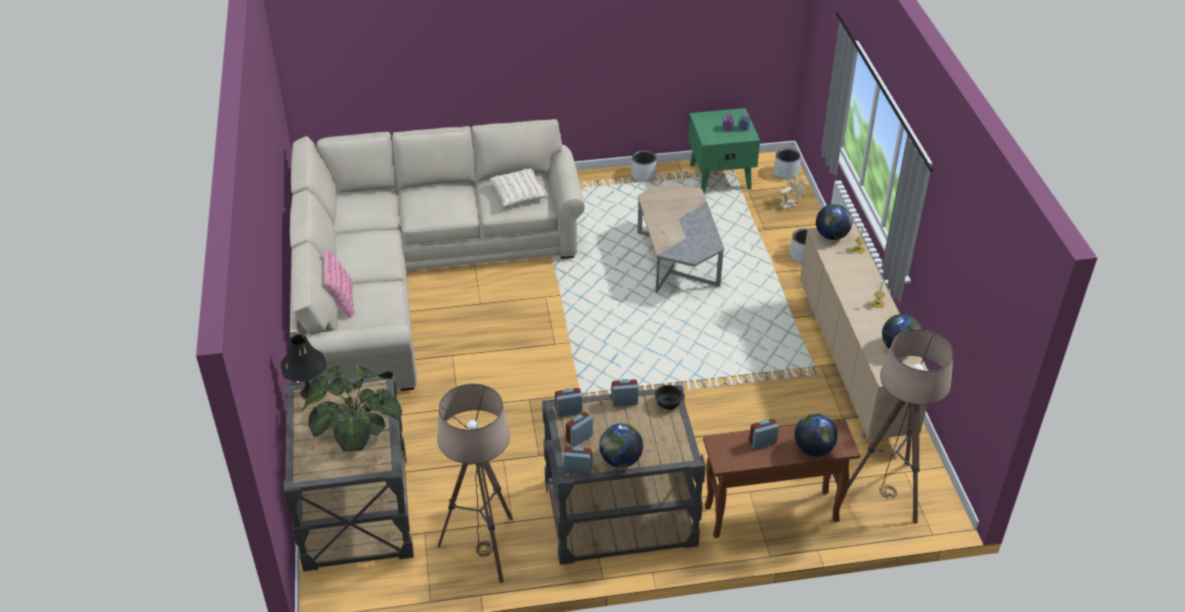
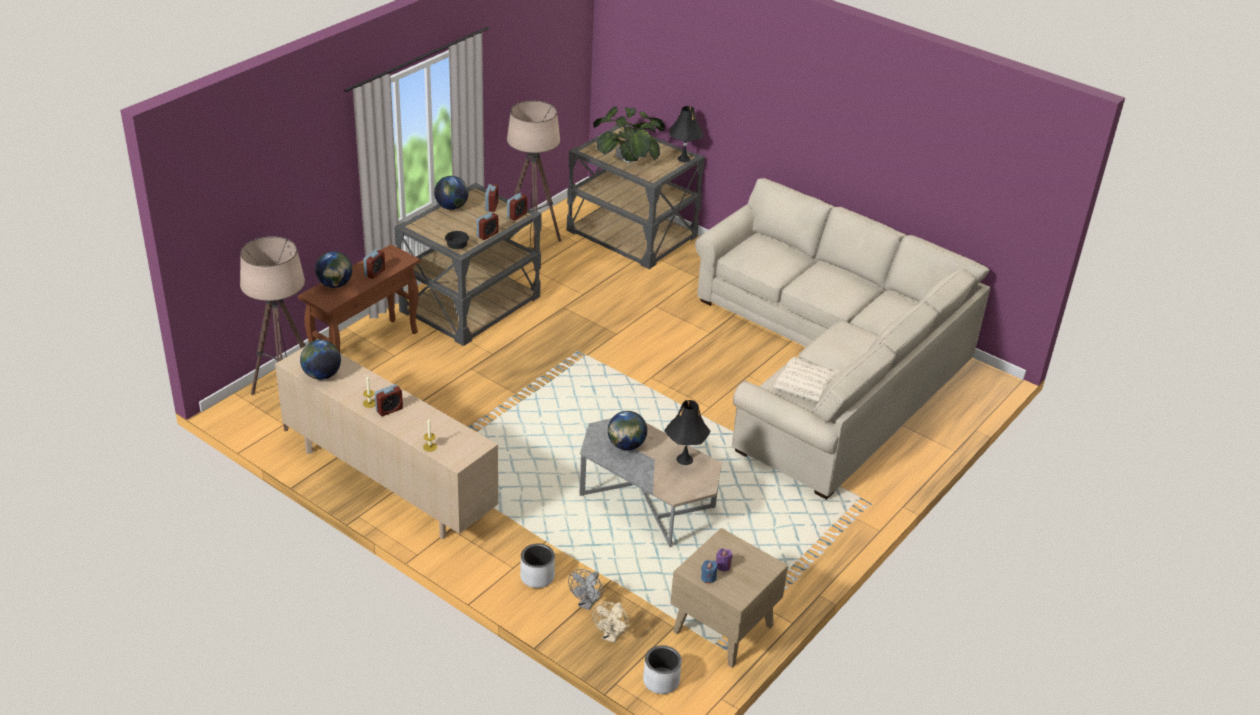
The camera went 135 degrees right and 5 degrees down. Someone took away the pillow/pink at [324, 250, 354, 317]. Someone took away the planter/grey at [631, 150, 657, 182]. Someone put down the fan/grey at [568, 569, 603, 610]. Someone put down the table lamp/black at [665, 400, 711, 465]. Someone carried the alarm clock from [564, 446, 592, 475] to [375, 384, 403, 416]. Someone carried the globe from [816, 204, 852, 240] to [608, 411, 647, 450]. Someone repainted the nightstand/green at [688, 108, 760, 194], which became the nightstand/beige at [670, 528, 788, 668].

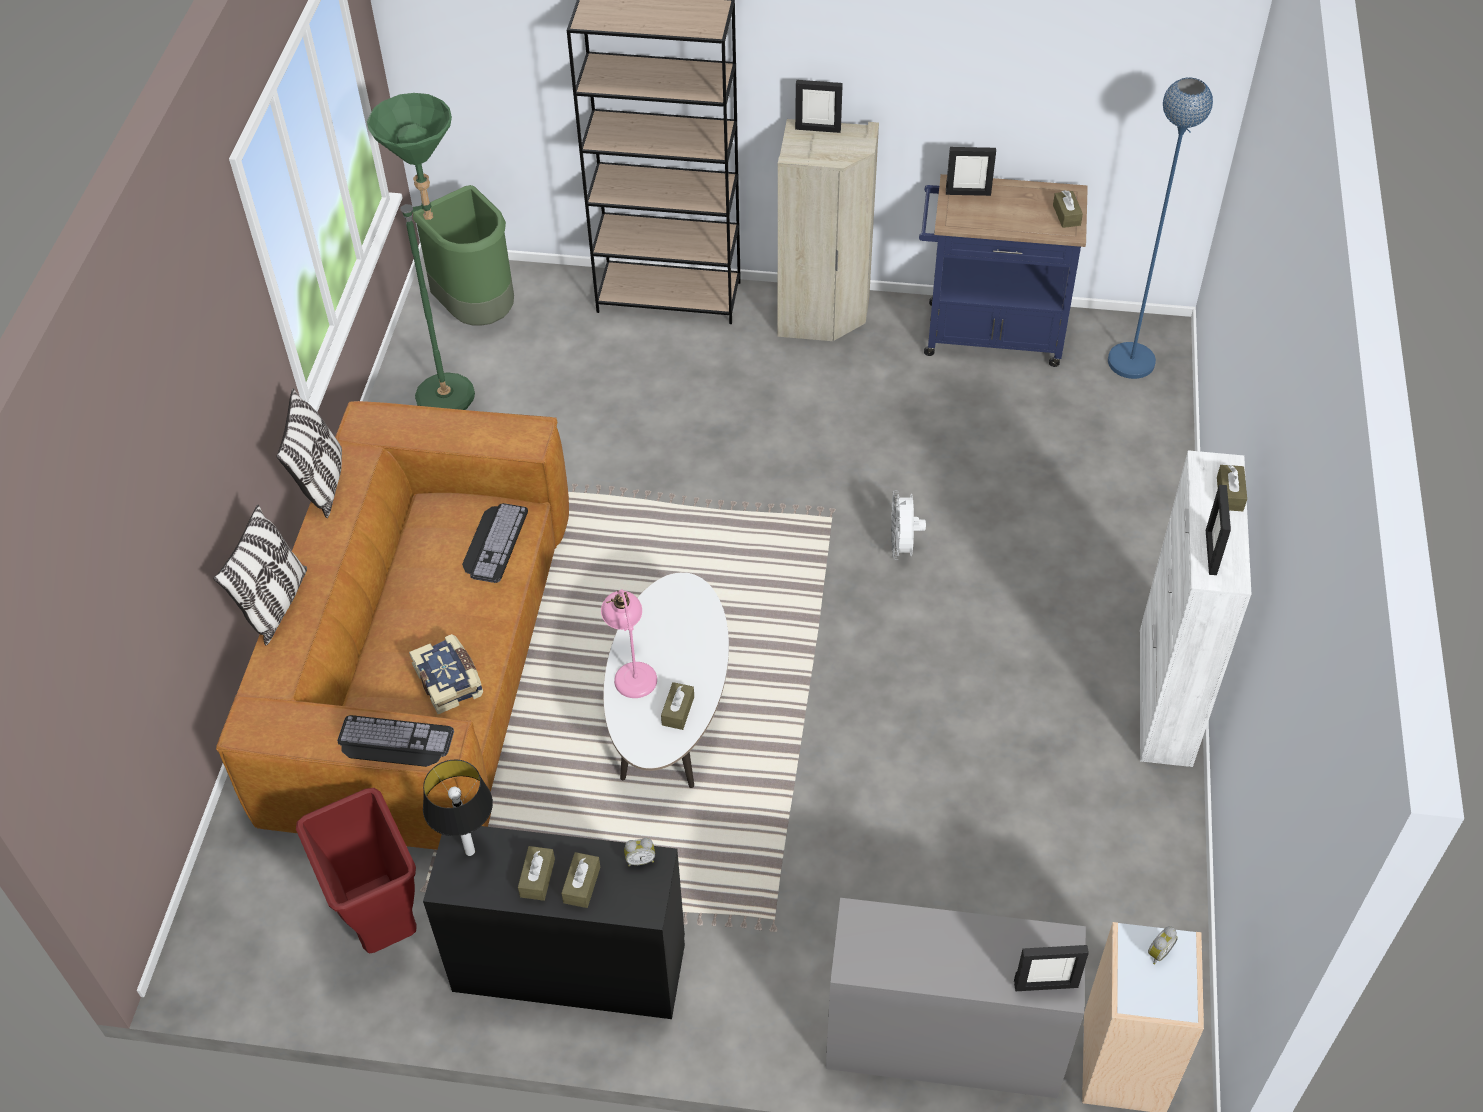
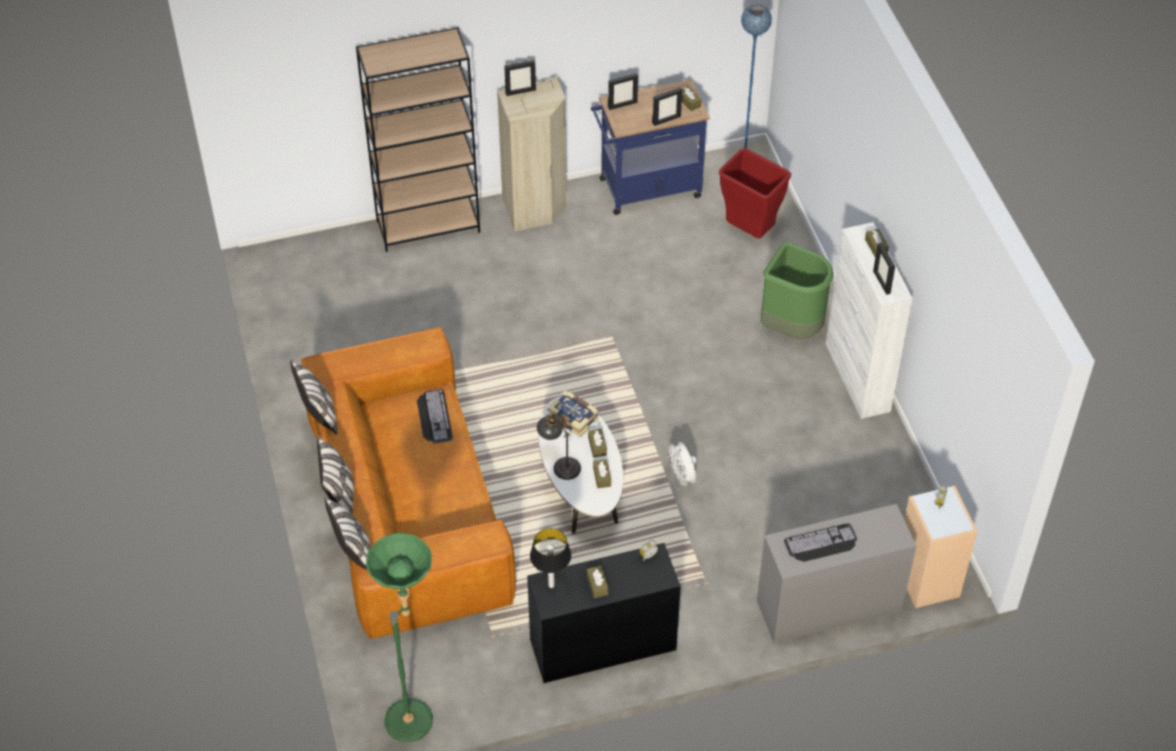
The camera went 25 degrees left and 0 degrees up. Someone put down the pillow at [324, 496, 371, 570]. Someone carried the trash can/red from [296, 788, 416, 953] to [719, 148, 791, 239]. Someone carried the keyboard from [337, 715, 454, 767] to [784, 523, 857, 562]. Someone carried the floor lamp/green from [367, 93, 475, 410] to [366, 532, 433, 742]. Someone carried the book from [409, 634, 483, 714] to [547, 390, 599, 437]. Someone carried the trash can/green from [413, 185, 514, 326] to [761, 242, 834, 339]. Someone carried the tissue box/brown from [561, 852, 600, 908] to [588, 429, 607, 457]. Someone carried the fan/white from [891, 490, 926, 560] to [665, 442, 697, 489]. Someone carried the picture frame from [1014, 945, 1089, 991] to [652, 87, 682, 126]. Someone repainted the table lamp/pink at [601, 589, 657, 698], which became the table lamp/grey at [537, 414, 581, 480].

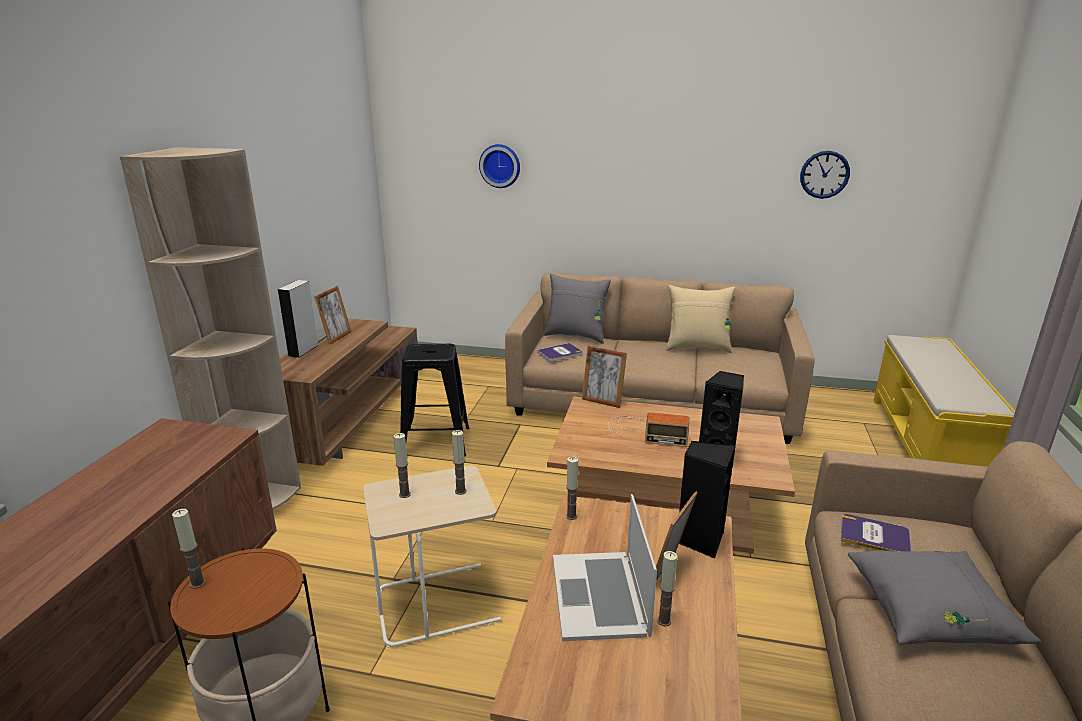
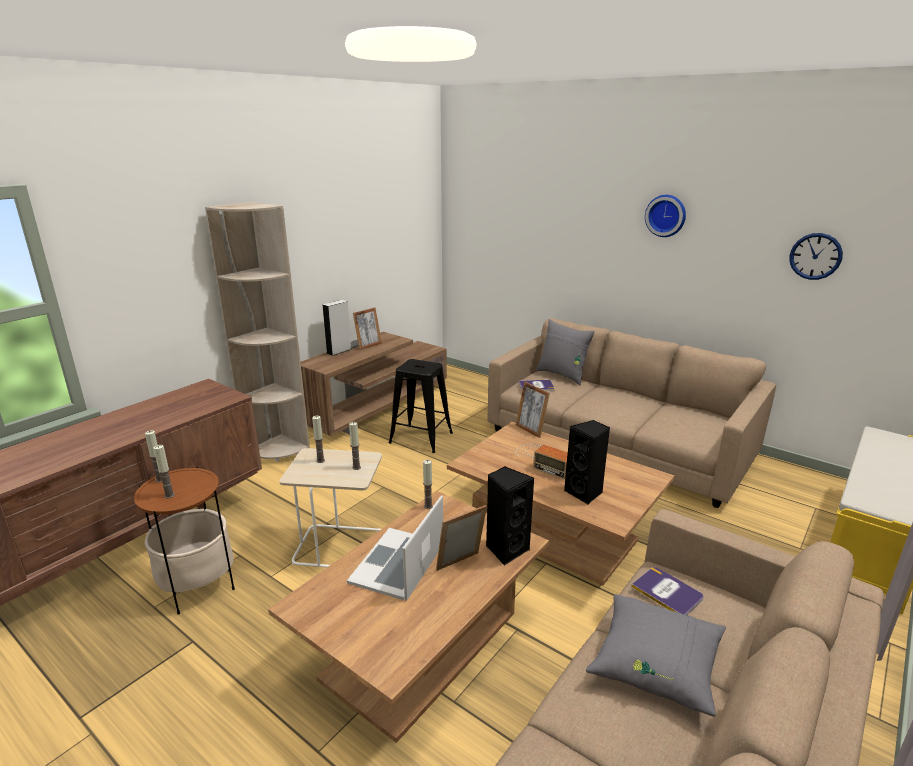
The camera went 25 degrees right and 0 degrees up. Someone took away the pillow/beige at [666, 285, 735, 353]. Someone carried the wall clock from [479, 144, 520, 188] to [645, 195, 686, 237]. Someone carried the candle from [657, 551, 677, 627] to [154, 445, 175, 498].

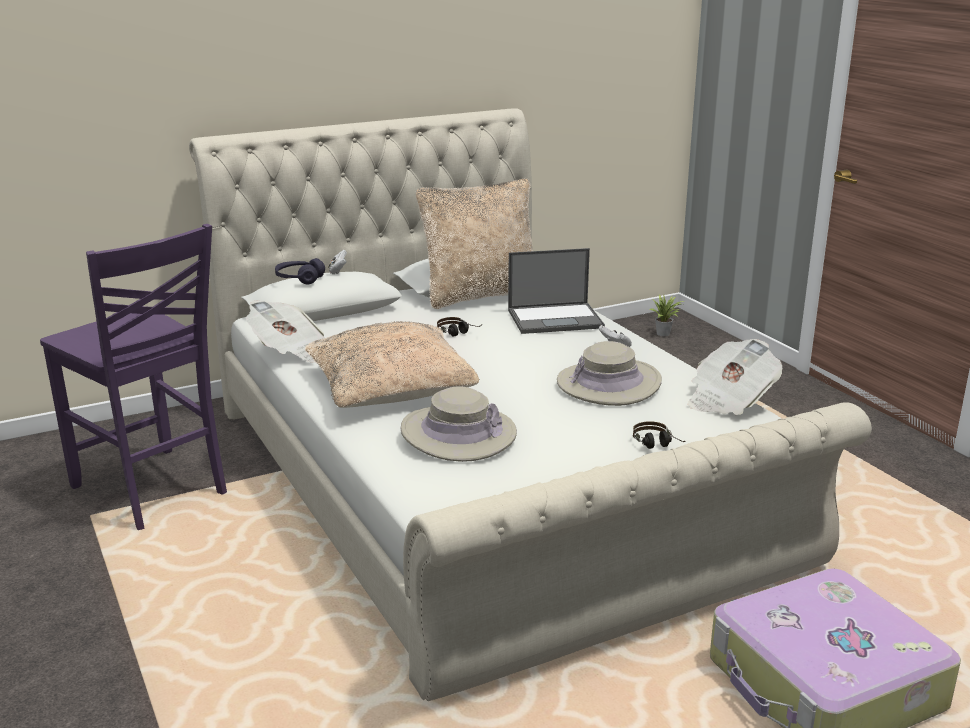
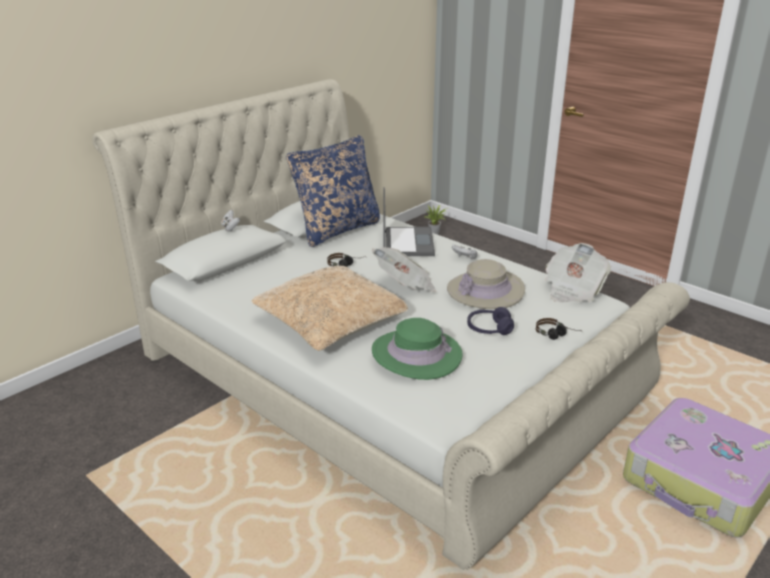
The camera went 20 degrees left and 5 degrees up. Someone took away the chair/purple at [40, 224, 227, 530]. Someone carried the newspaper from [246, 300, 324, 363] to [372, 247, 436, 292]. Someone carried the headphones/purple from [275, 258, 325, 284] to [467, 307, 514, 335]. Someone repainted the hat/beige at [401, 386, 517, 462], which became the hat/green at [372, 318, 463, 380]. Someone repainted the pillow/beige at [415, 178, 533, 309], which became the pillow/blue at [286, 135, 380, 247]. Someone rotated the laptop at [508, 248, 605, 334] by 60 degrees counterclockwise.

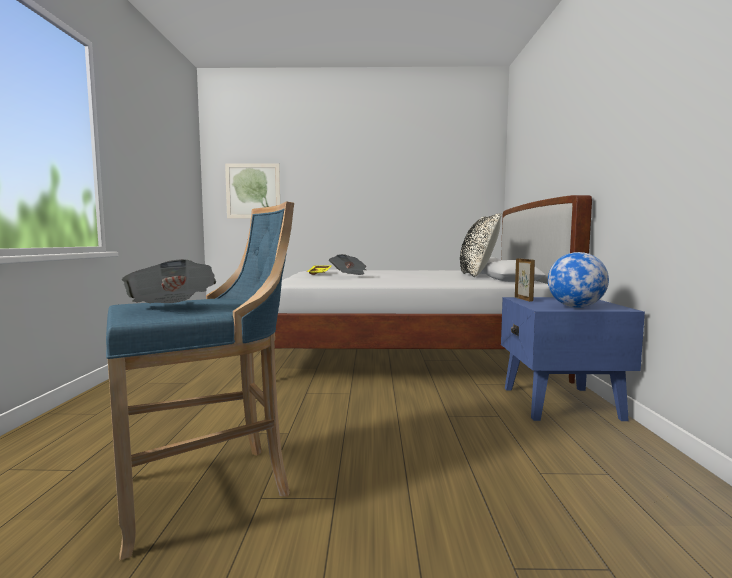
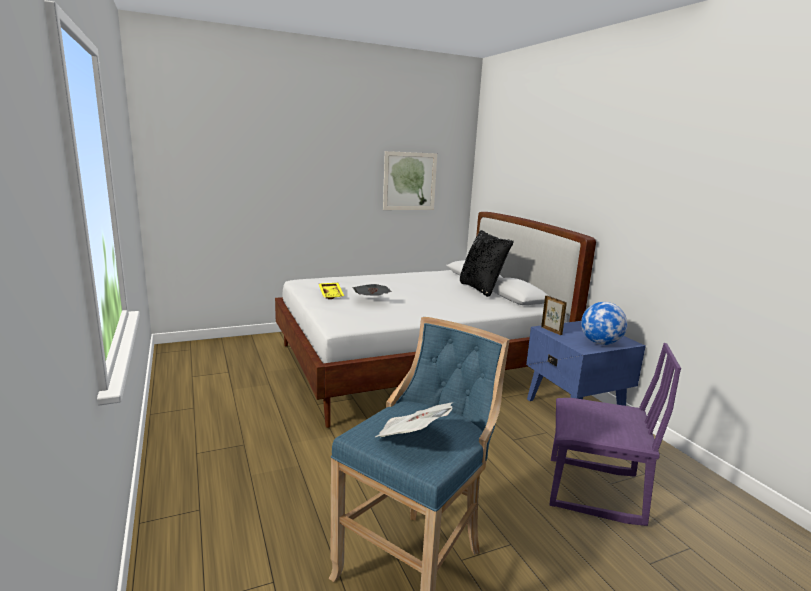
The camera went 25 degrees left and 10 degrees up. Someone put down the chair/purple at [550, 343, 681, 526]. Someone carried the picture from [225, 163, 280, 218] to [383, 151, 437, 210]. Someone repainted the pillow/beige at [460, 213, 501, 277], which became the pillow/black at [460, 230, 513, 297].

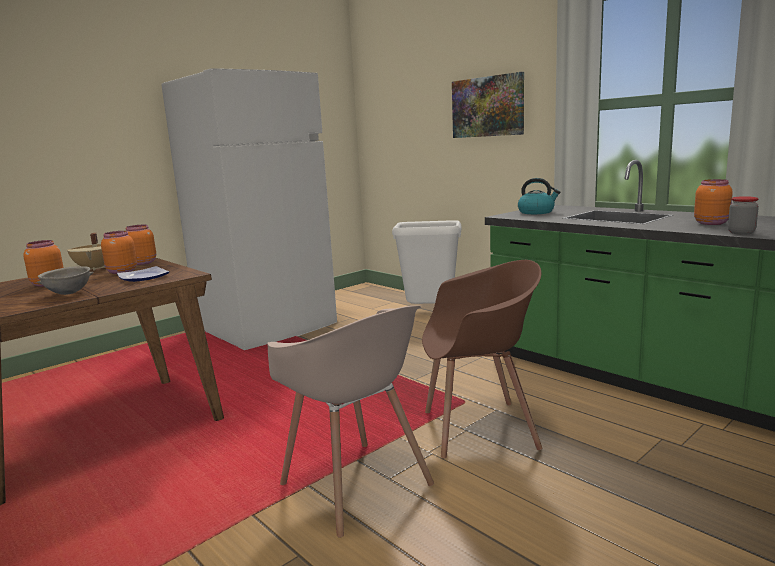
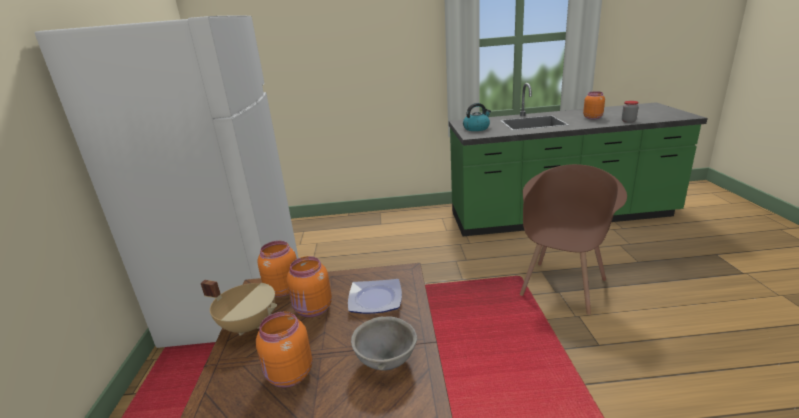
The camera went 50 degrees left and 10 degrees up. Someone took away the chair/beige at [267, 306, 434, 538]. Someone took away the trash can/white at [392, 220, 462, 304]. Someone took away the picture at [452, 72, 524, 138].

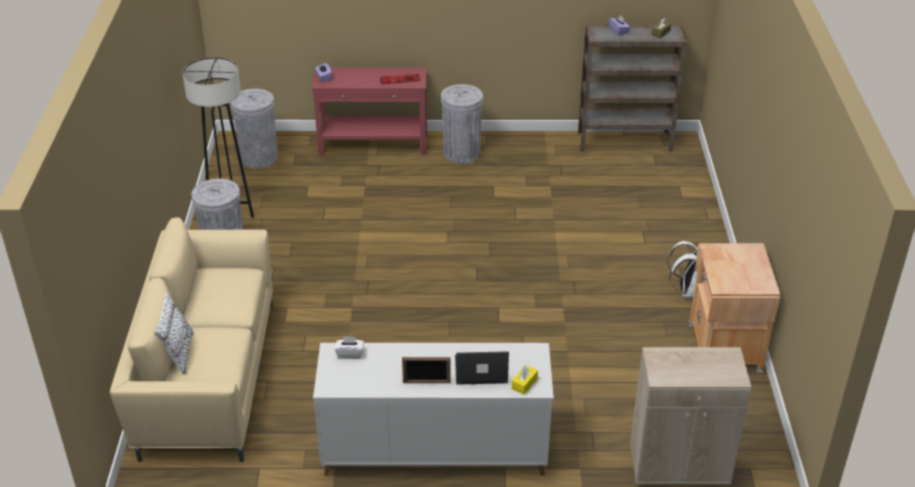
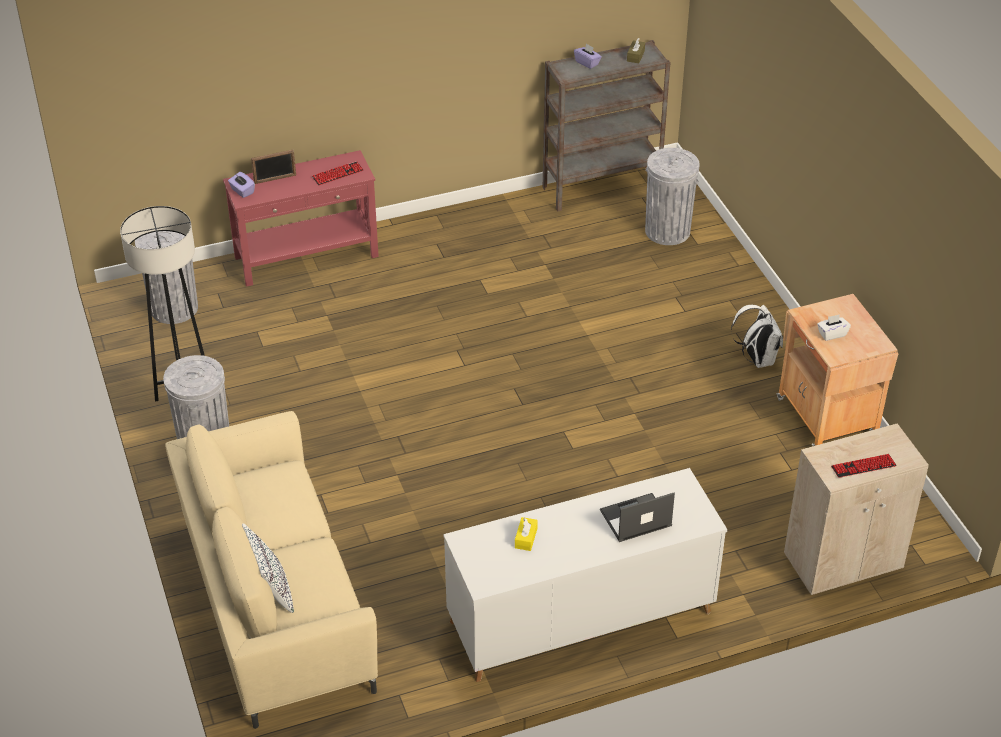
The camera went 20 degrees left and 5 degrees up. Someone put down the keyboard at [831, 454, 897, 478]. Someone carried the tissue box/white from [335, 336, 364, 359] to [817, 314, 851, 341]. Someone carried the picture frame from [402, 357, 451, 383] to [251, 150, 296, 184]. Someone carried the trash can/grey from [441, 84, 483, 164] to [645, 148, 700, 245]. Someone carried the tissue box/yellow from [512, 365, 538, 395] to [515, 517, 538, 551].

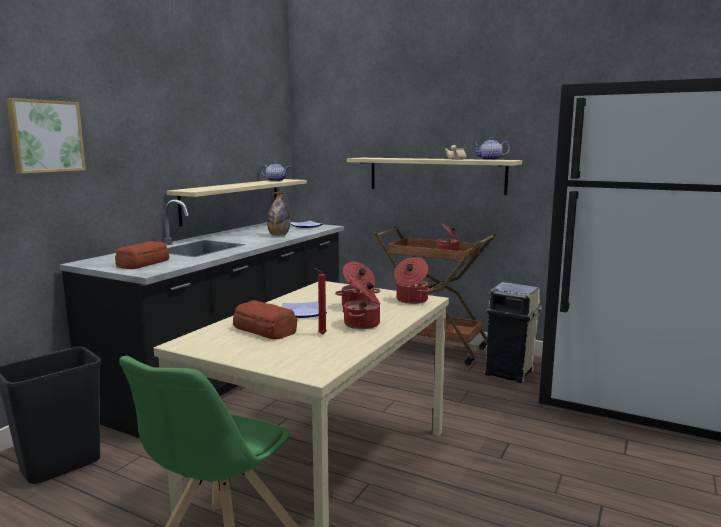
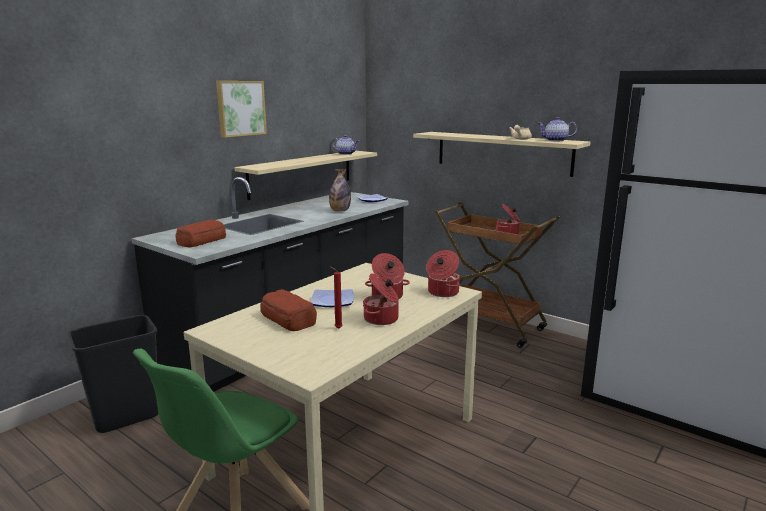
The camera went 10 degrees right and 5 degrees up. Someone took away the trash can/beige at [484, 282, 542, 383]. Someone carried the picture from [6, 98, 86, 174] to [216, 81, 267, 138].

